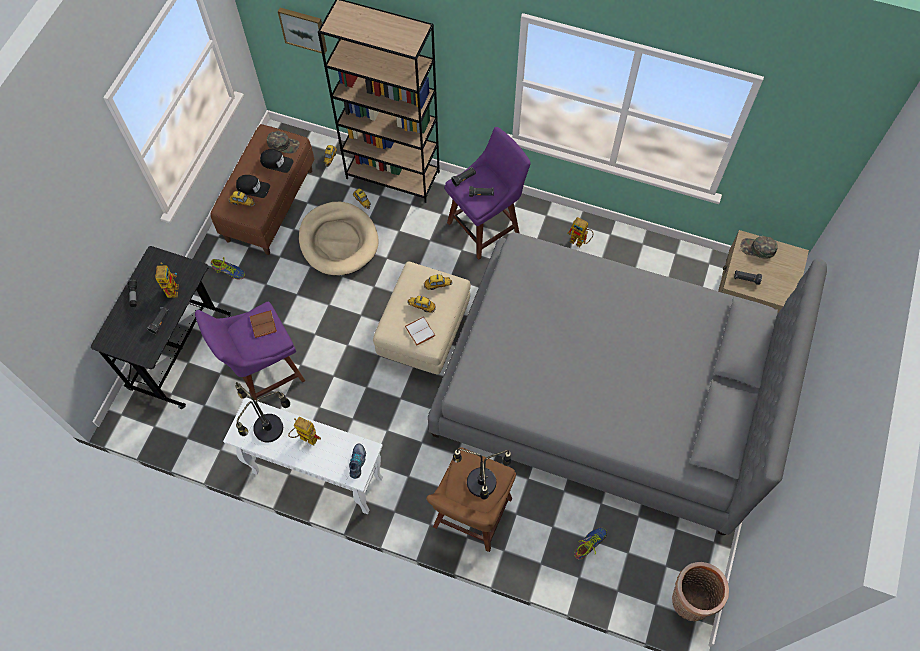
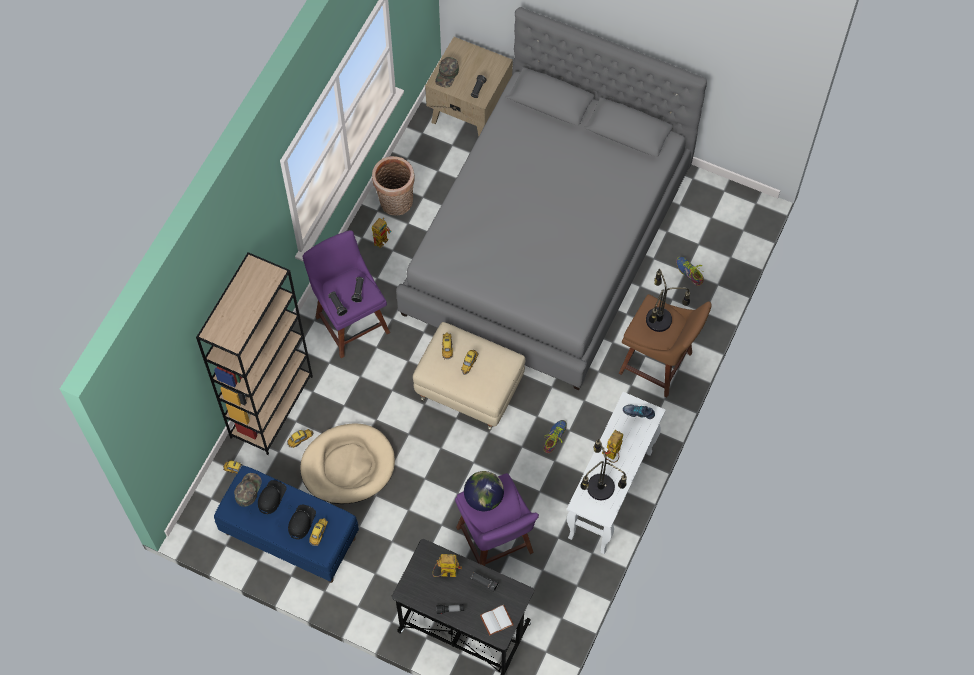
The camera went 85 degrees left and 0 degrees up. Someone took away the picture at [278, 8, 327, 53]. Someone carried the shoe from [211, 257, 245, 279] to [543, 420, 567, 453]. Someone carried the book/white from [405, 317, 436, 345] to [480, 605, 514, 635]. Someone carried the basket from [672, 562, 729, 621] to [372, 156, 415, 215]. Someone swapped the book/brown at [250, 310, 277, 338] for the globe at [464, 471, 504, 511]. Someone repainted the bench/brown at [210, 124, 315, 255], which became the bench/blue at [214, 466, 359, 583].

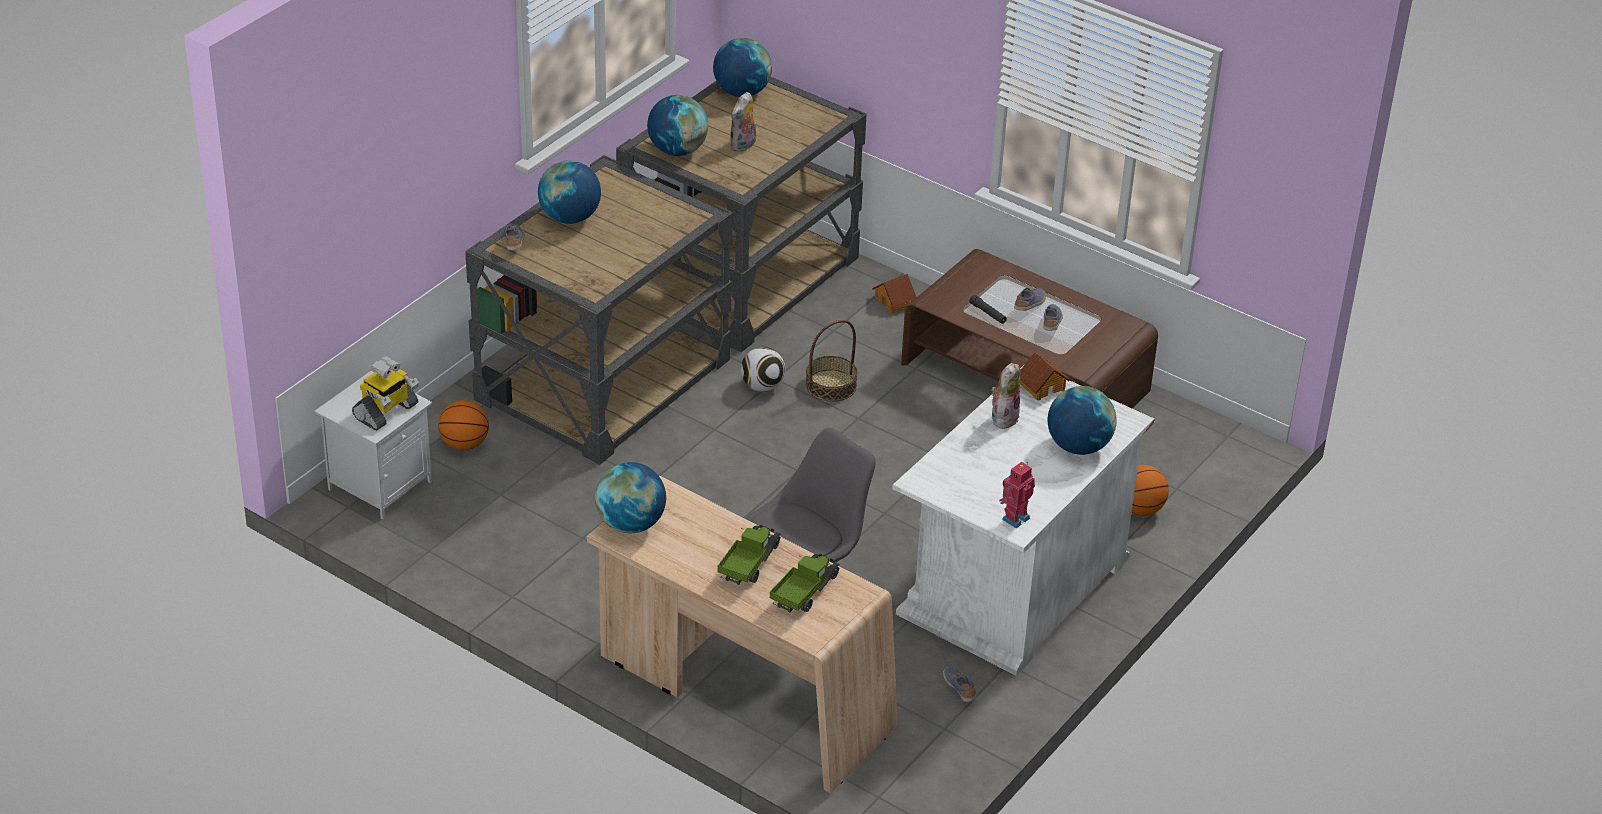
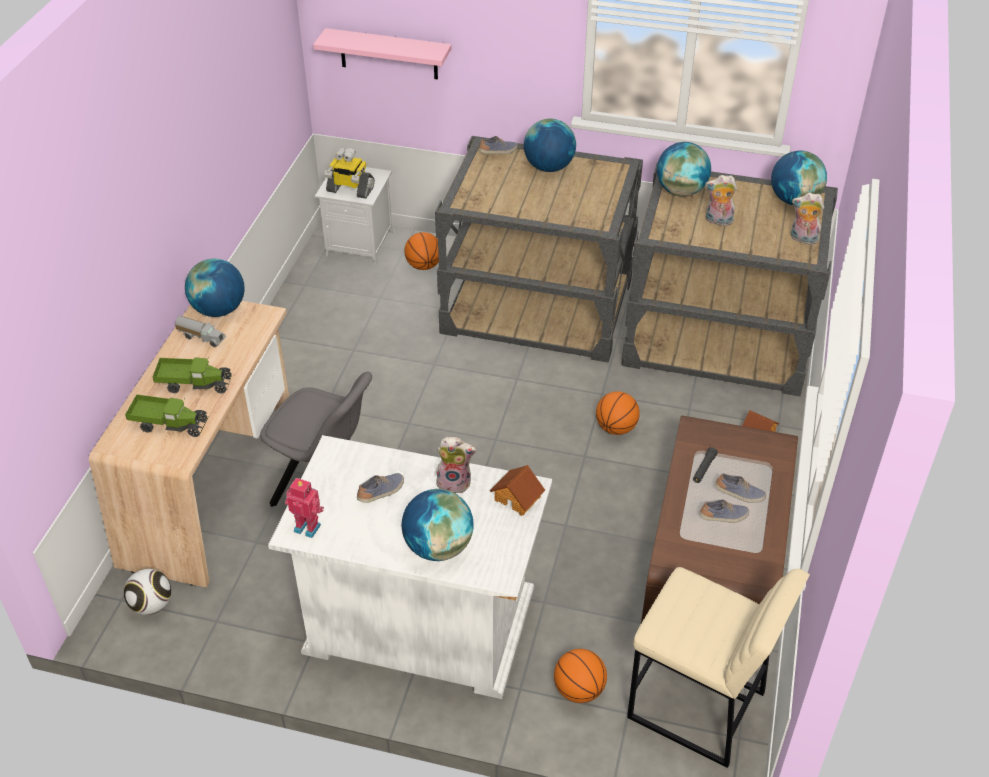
The camera went 70 degrees right and 5 degrees up. Someone put down the toy truck at [175, 316, 226, 347]. Someone put up the shelf/pink at [313, 28, 451, 80]. Someone put down the stool/beige at [627, 567, 810, 768]. Someone put down the plush toy at [791, 193, 824, 245]. Someone carried the football from [741, 347, 785, 392] to [124, 569, 171, 615]. Someone carried the shoe from [943, 667, 977, 702] to [357, 473, 404, 503]. Someone swapped the basket at [805, 320, 858, 402] for the basketball at [596, 391, 640, 435].

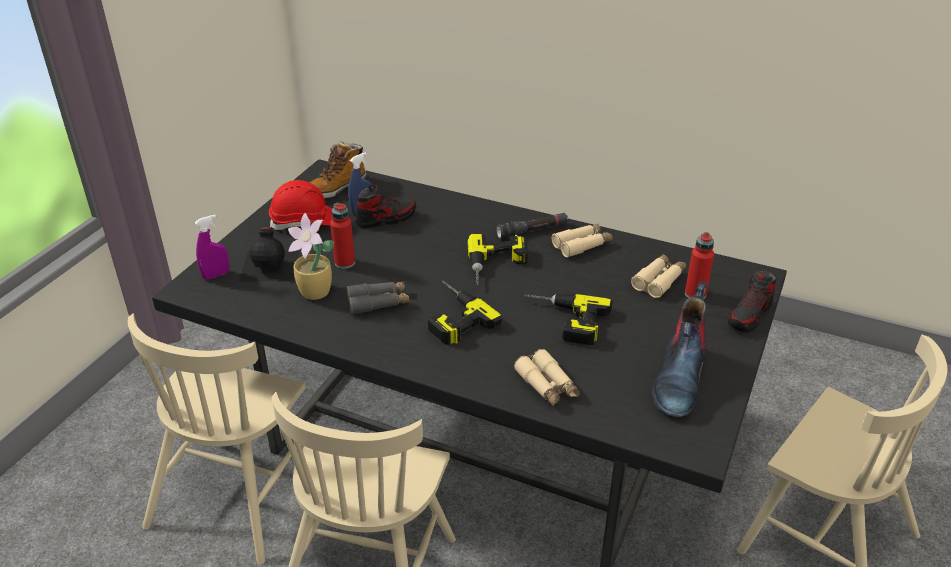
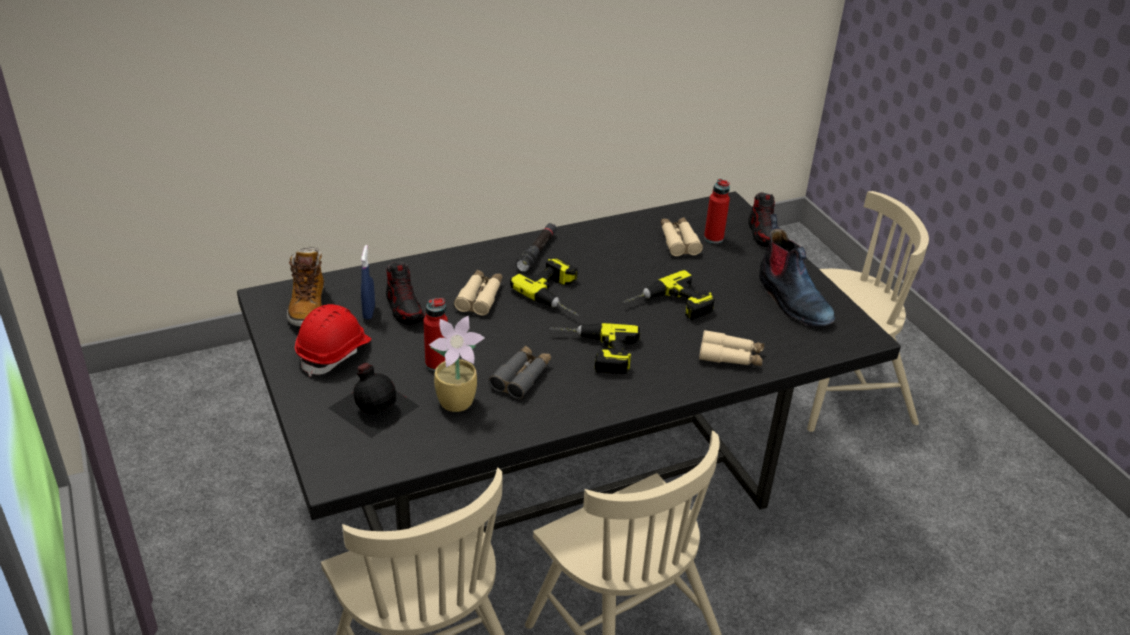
The camera went 50 degrees left and 0 degrees up. Someone took away the spray bottle/purple at [195, 215, 229, 280]. Someone carried the binoculars/beige from [552, 224, 613, 258] to [454, 269, 503, 315]. Someone rotated the shoe at [354, 185, 416, 228] by 135 degrees clockwise.

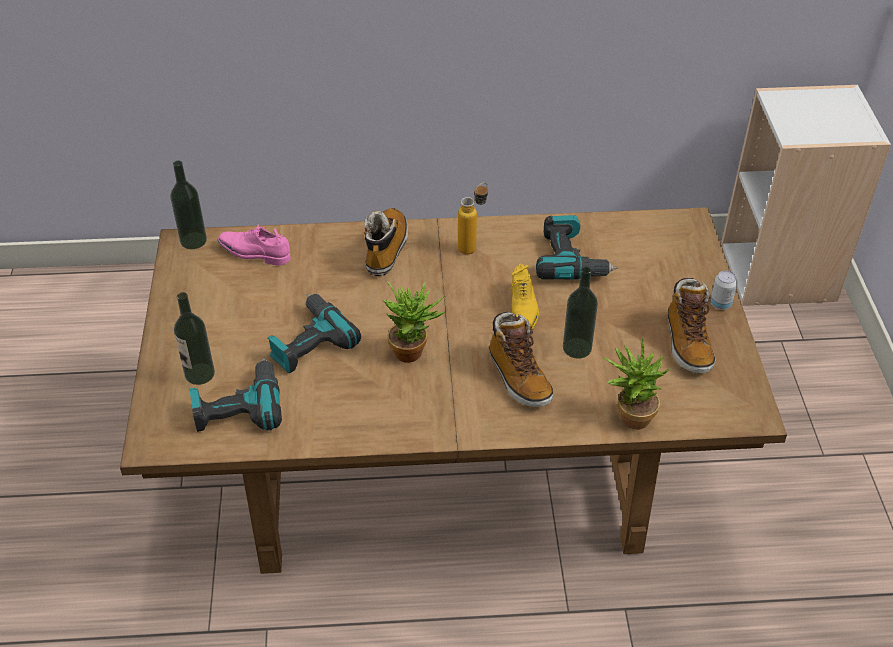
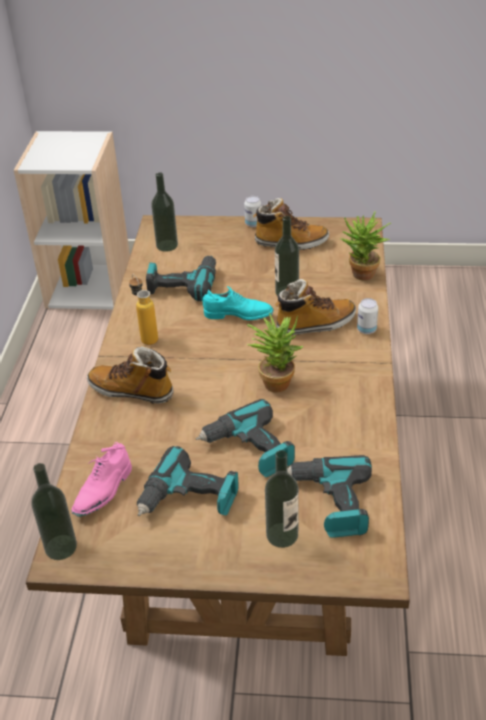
The camera went 80 degrees left and 5 degrees down. Someone put down the power drill at [137, 446, 239, 516]. Someone put down the bottle at [151, 172, 178, 252]. Someone put down the can at [357, 298, 378, 334]. Someone repainted the shoe/yellow at [511, 264, 539, 331], which became the shoe/turquoise at [203, 286, 274, 320].

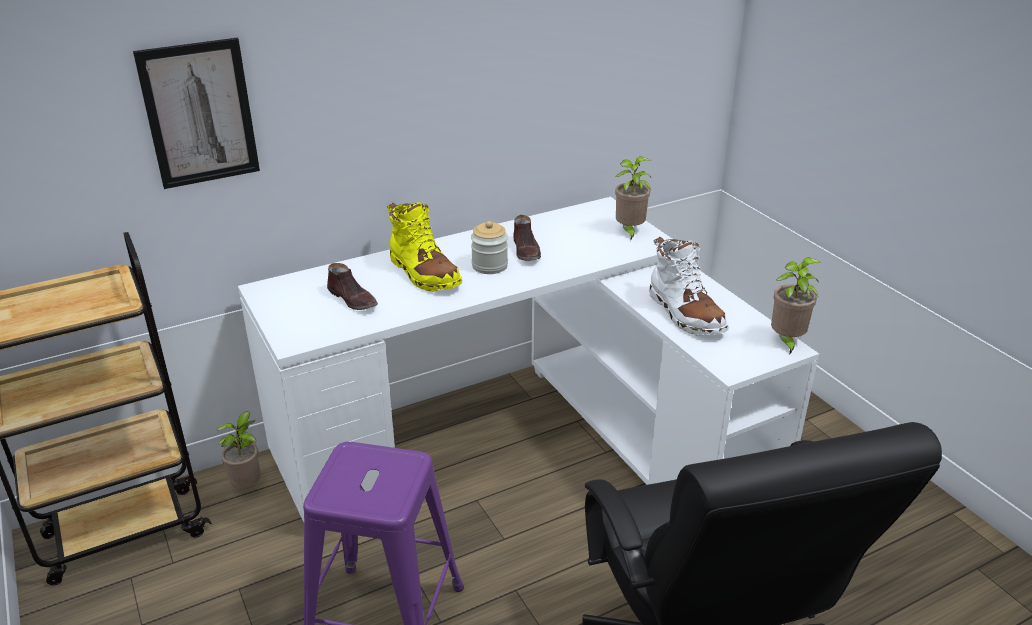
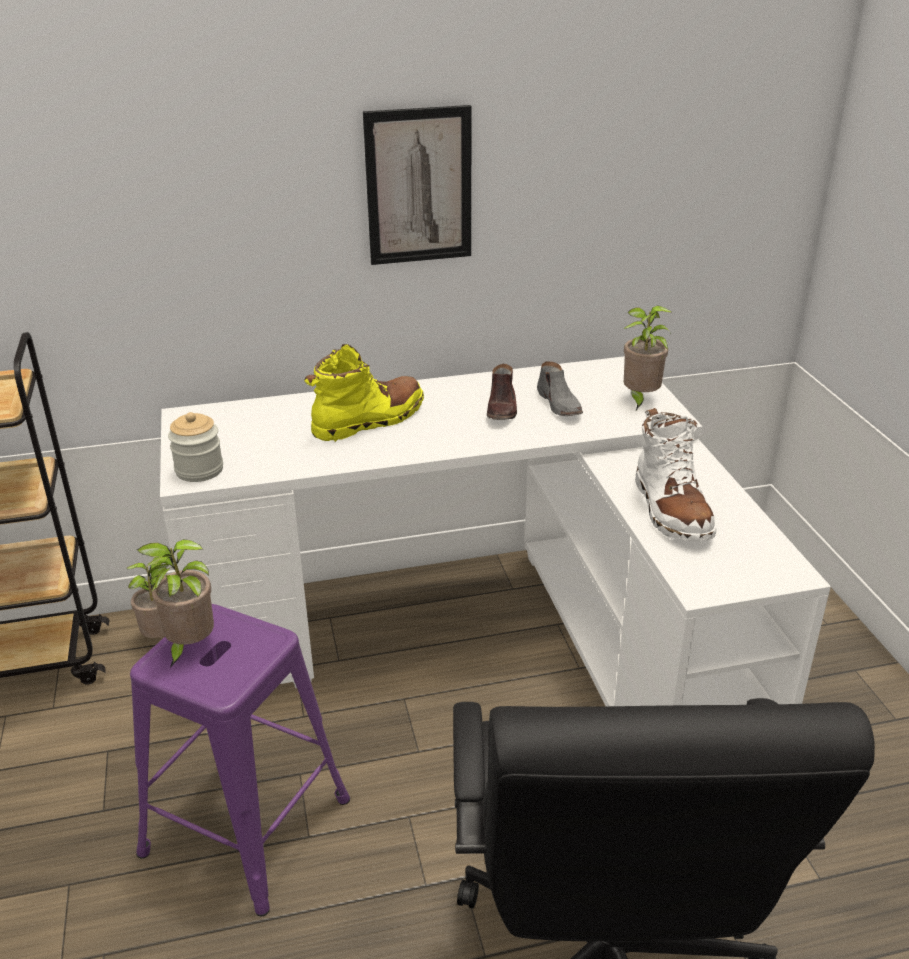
The camera went 15 degrees right and 0 degrees up. Someone took away the shoe/brown at [327, 263, 378, 310]. Someone put down the shoe/grey at [537, 361, 583, 416]. Someone carried the picture from [133, 37, 260, 189] to [363, 105, 471, 265]. Someone carried the jar from [471, 221, 508, 274] to [168, 412, 223, 482]. Someone carried the potted plant from [771, 257, 821, 355] to [137, 539, 214, 668]. Someone rotated the boot/yellow at [387, 202, 462, 292] by 105 degrees counterclockwise.

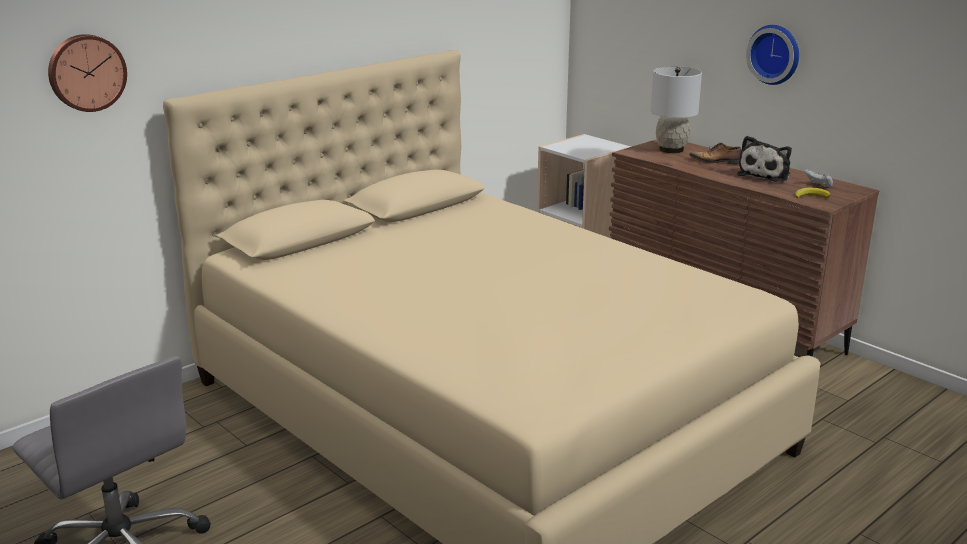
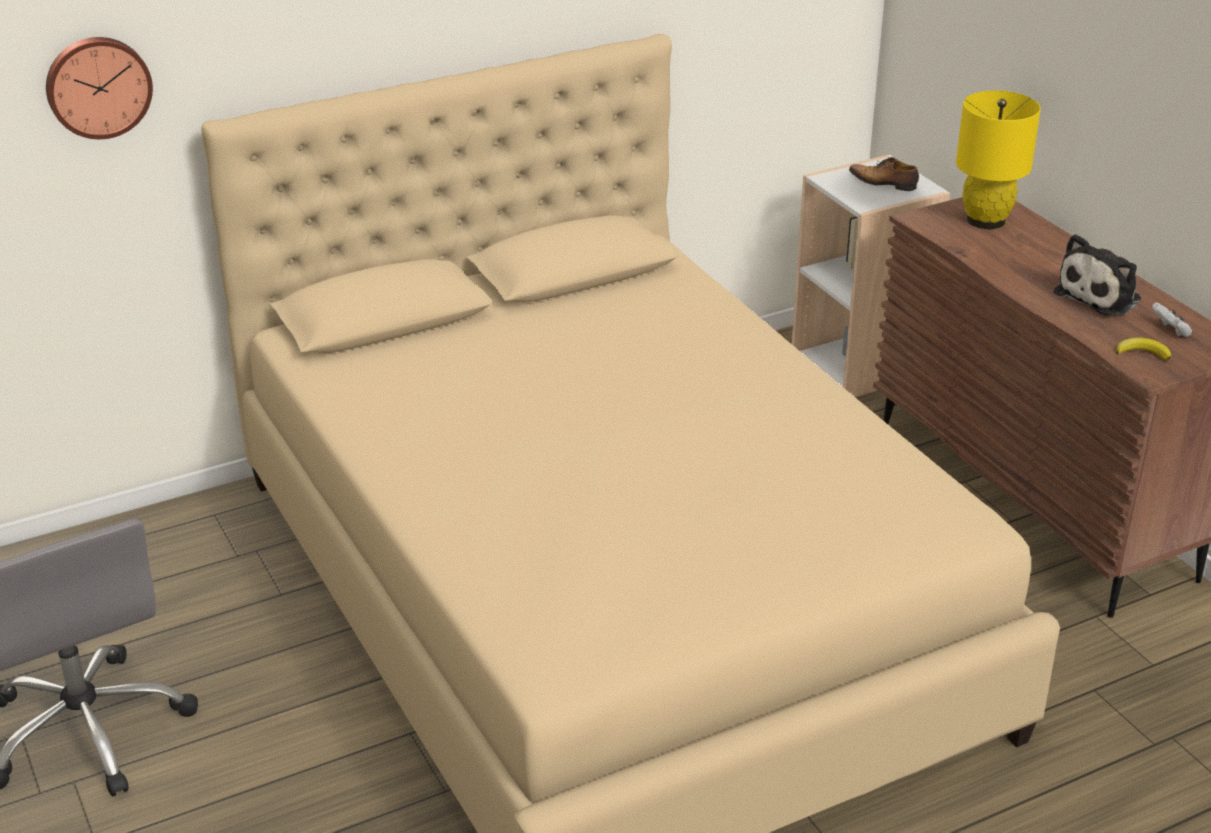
The camera went 15 degrees right and 10 degrees up. Someone took away the wall clock at [746, 25, 799, 85]. Someone carried the shoe from [689, 142, 742, 164] to [849, 157, 919, 191]. Someone repainted the table lamp/white at [651, 66, 702, 153], which became the table lamp/yellow at [956, 90, 1041, 229].

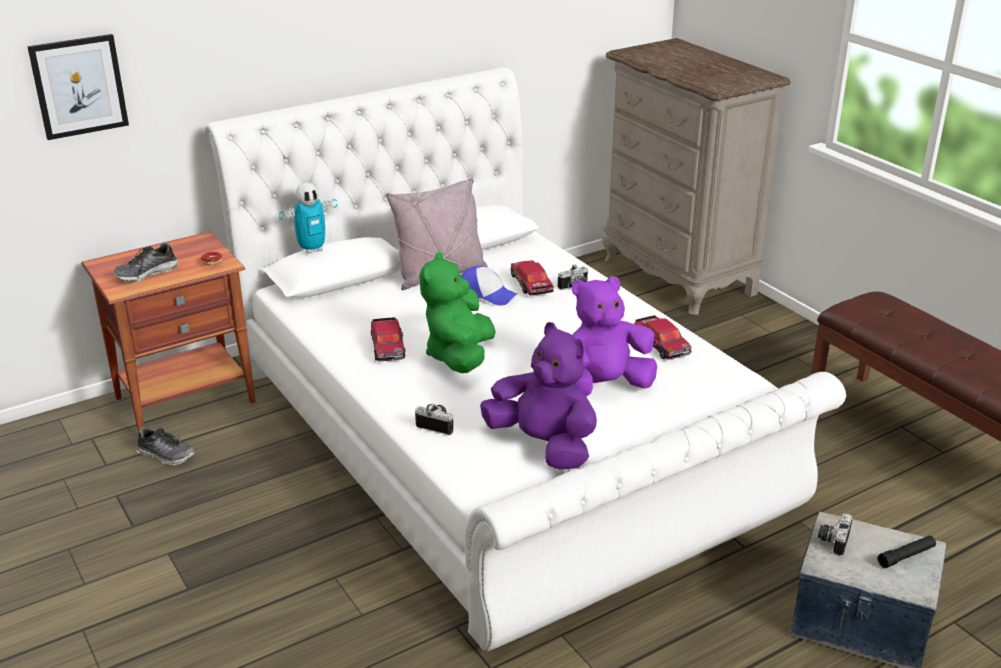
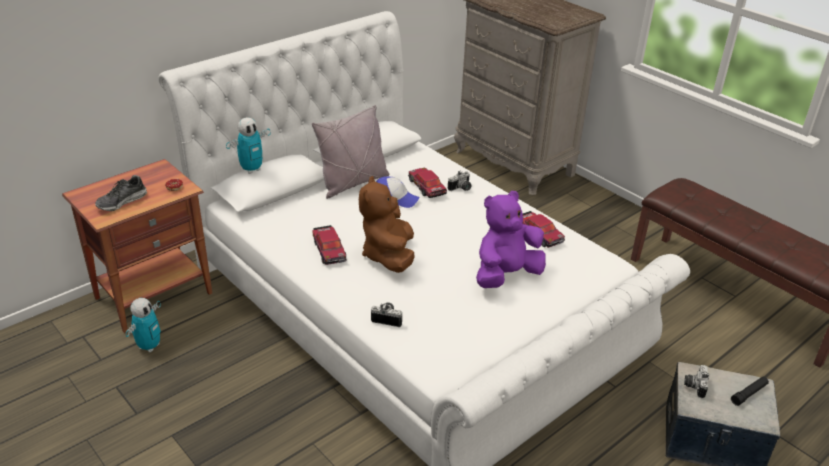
The camera went 10 degrees left and 5 degrees up. Someone took away the picture at [27, 34, 129, 140]. Someone took away the plush toy/purple at [480, 322, 597, 470]. Someone swapped the shoe at [136, 427, 195, 465] for the toy robot at [126, 298, 161, 352]. Someone repainted the plush toy/green at [419, 252, 495, 373], which became the plush toy/brown at [359, 176, 415, 273].

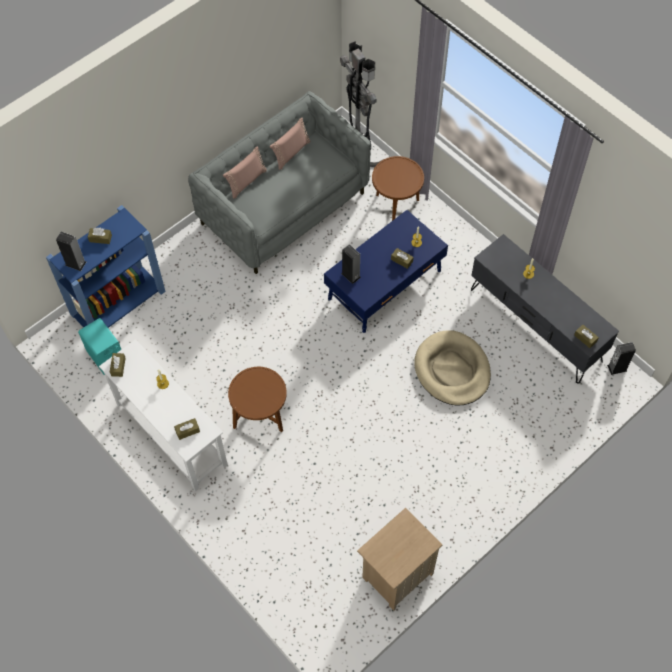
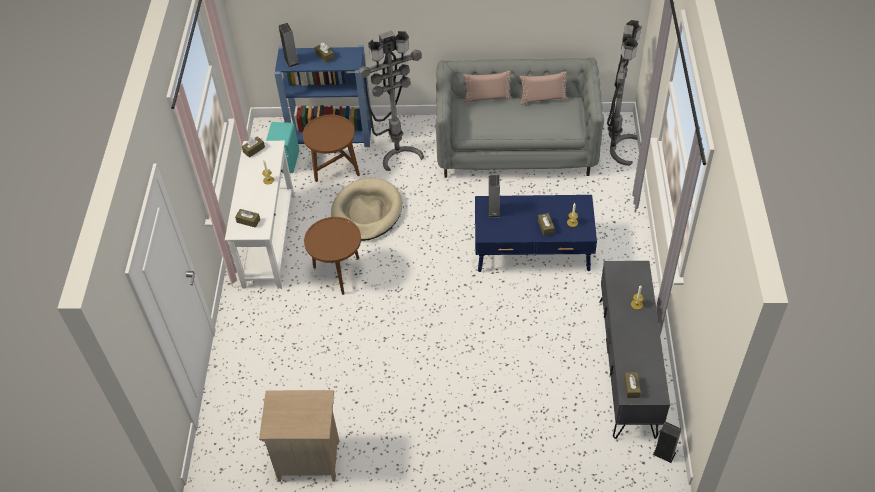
The camera went 45 degrees right and 10 degrees down. Someone put down the floor lamp/grey at [359, 30, 424, 171]. Someone carried the side table/brown from [372, 156, 424, 221] to [303, 115, 360, 182]. Someone carried the dog bed/beige from [414, 330, 491, 406] to [331, 178, 402, 241].

